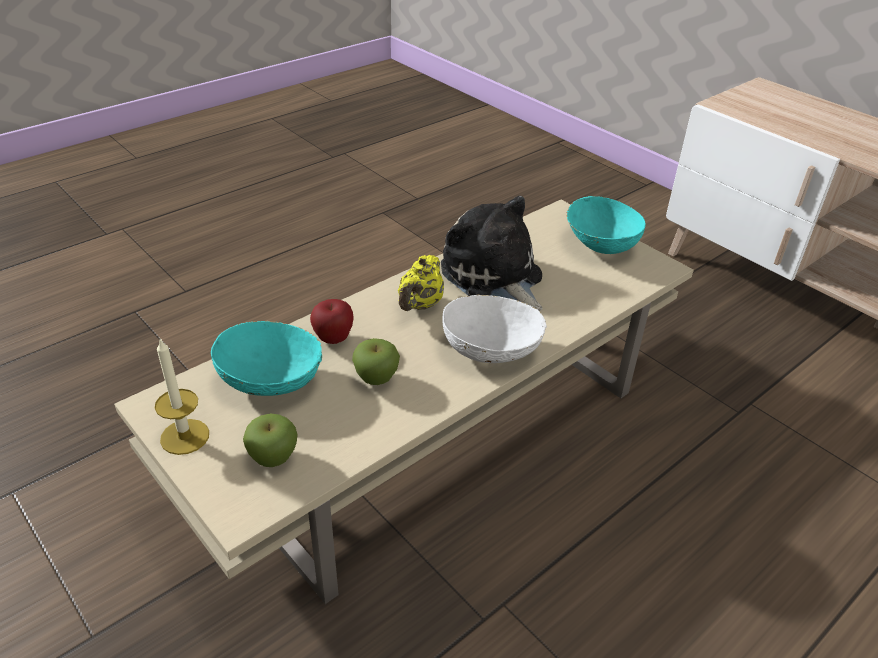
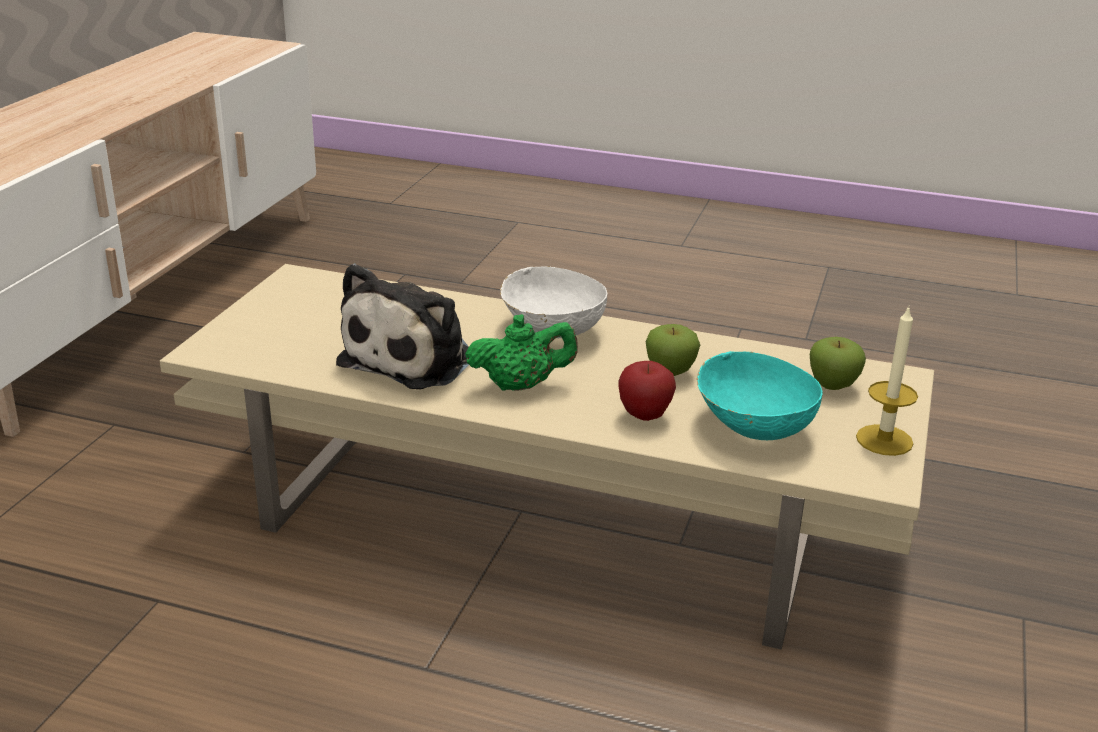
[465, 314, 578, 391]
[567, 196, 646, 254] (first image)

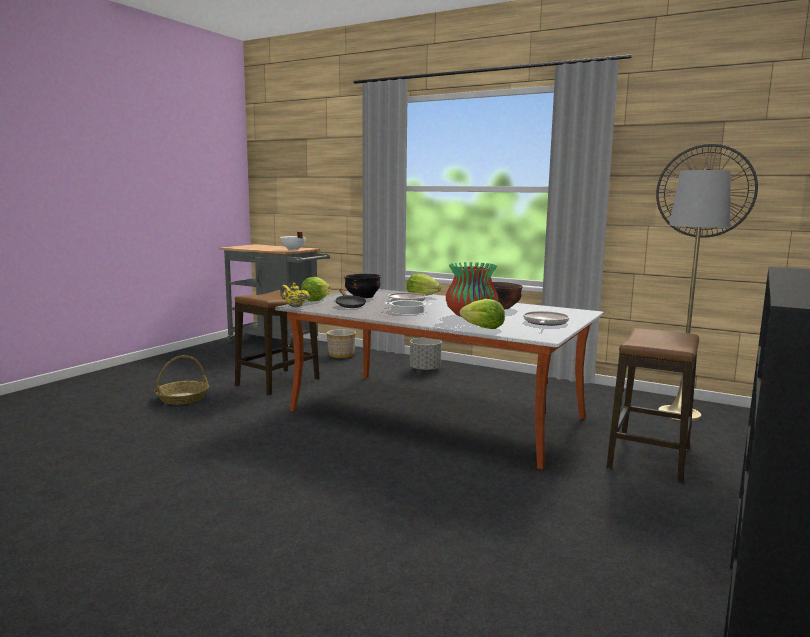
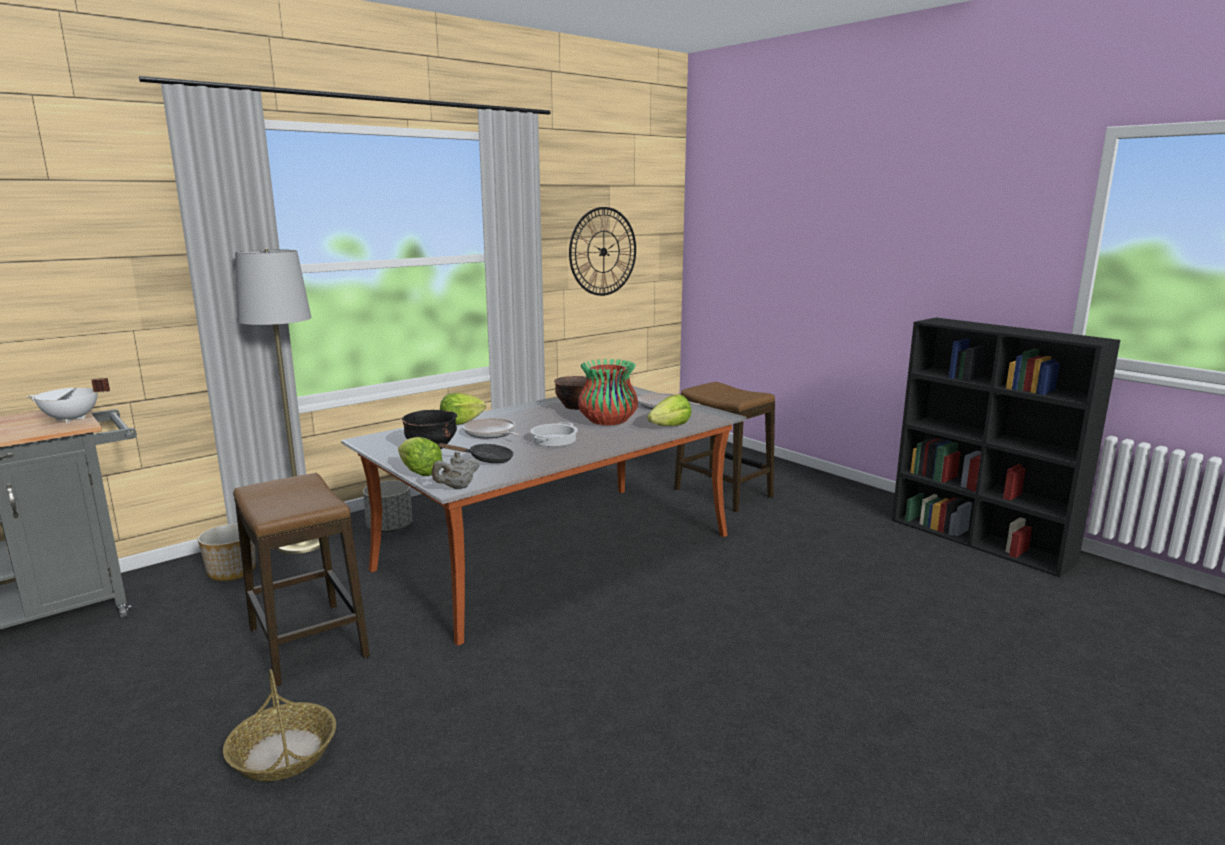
[235, 249, 320, 554]
[432, 452, 480, 489]

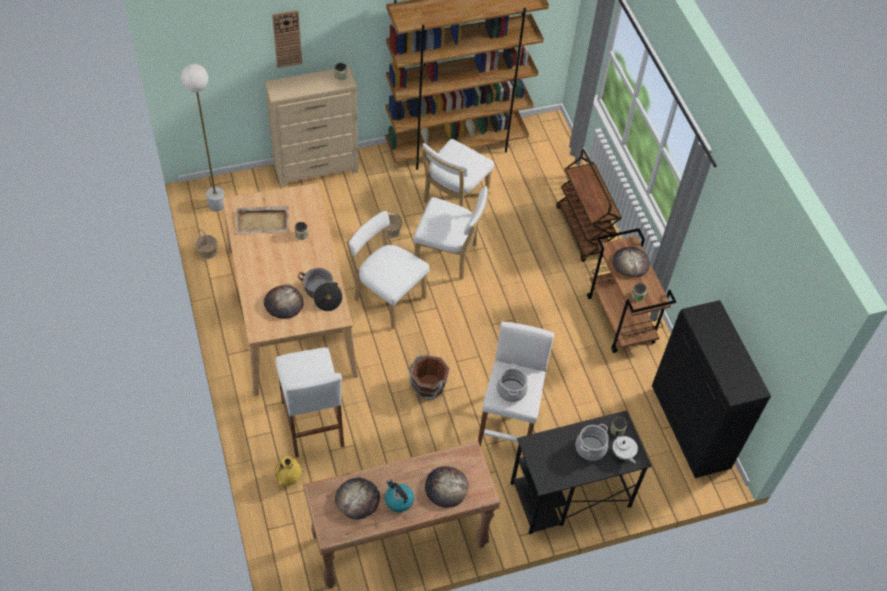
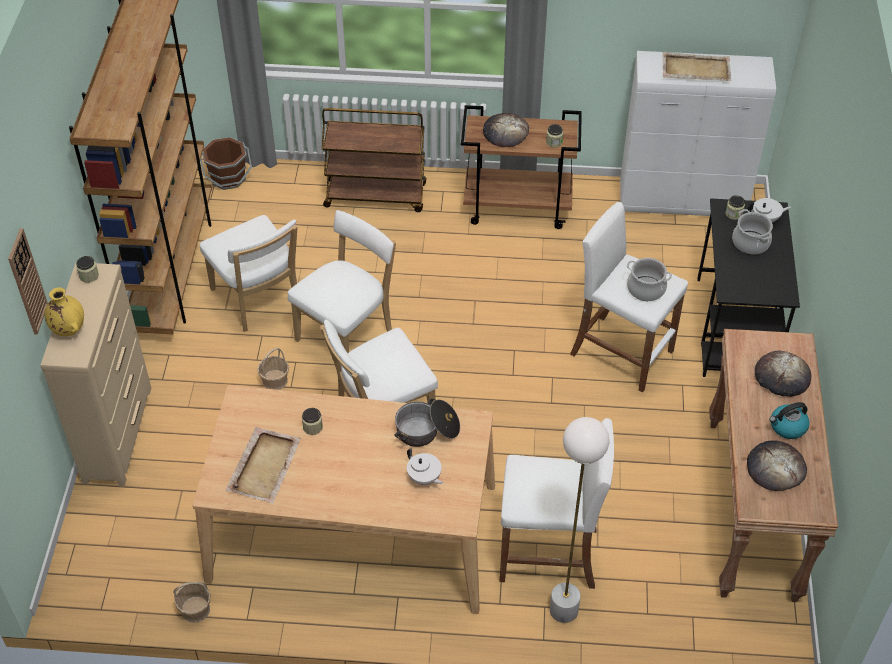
[44, 287, 84, 336]
[200, 137, 252, 190]
[407, 448, 443, 485]
[550, 417, 610, 623]
[620, 51, 776, 216]
[663, 51, 731, 81]

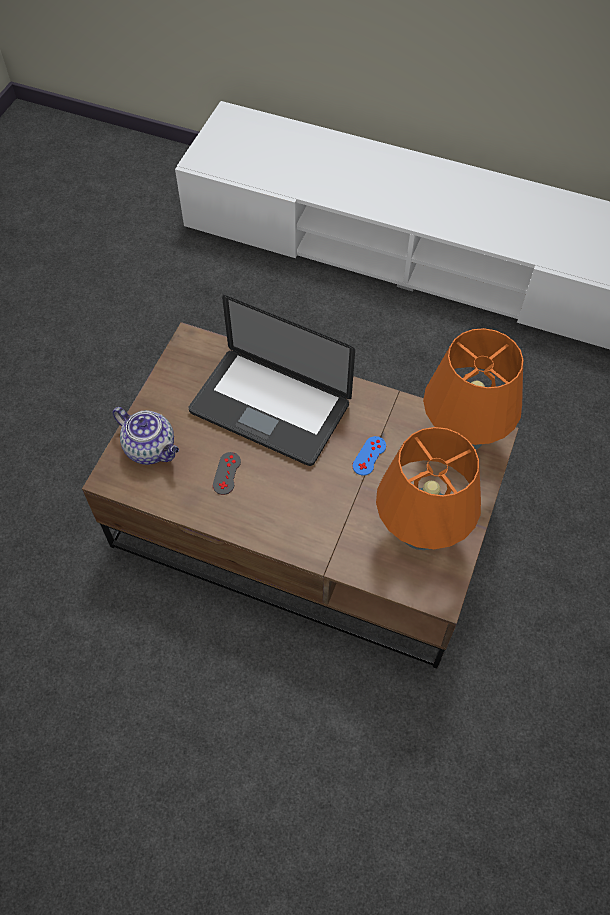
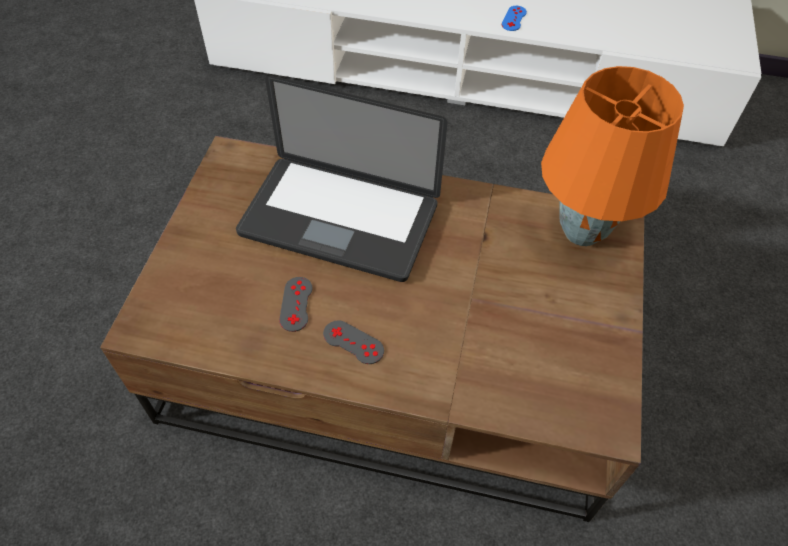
[323, 320, 384, 364]
[502, 6, 527, 31]
[113, 407, 179, 465] (first image)
[376, 427, 481, 550] (first image)

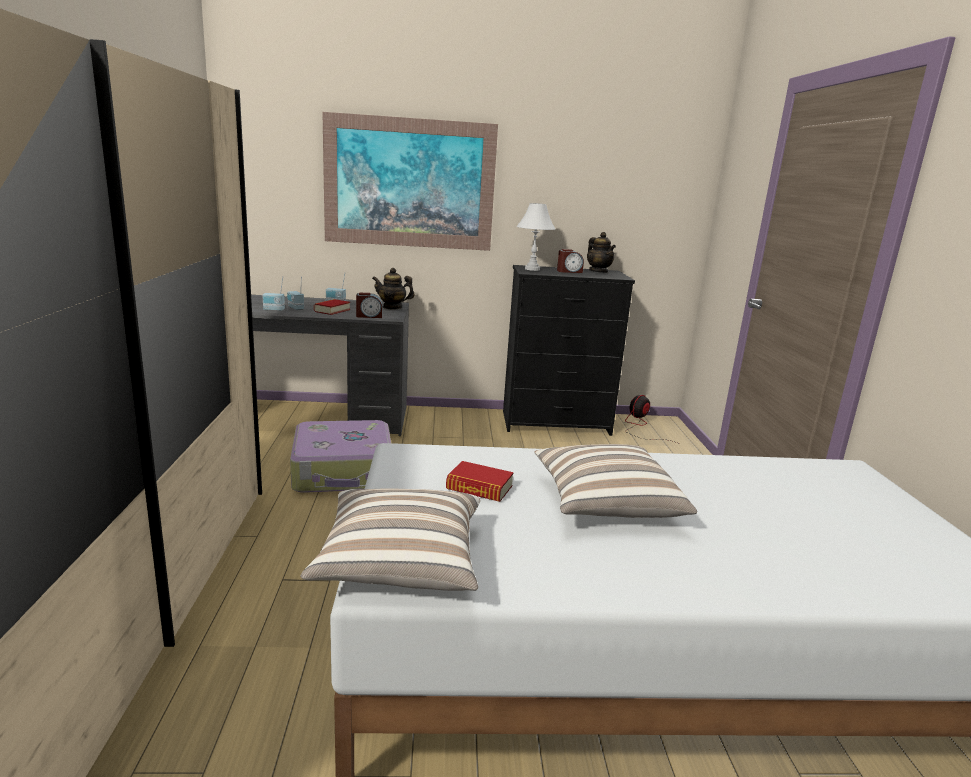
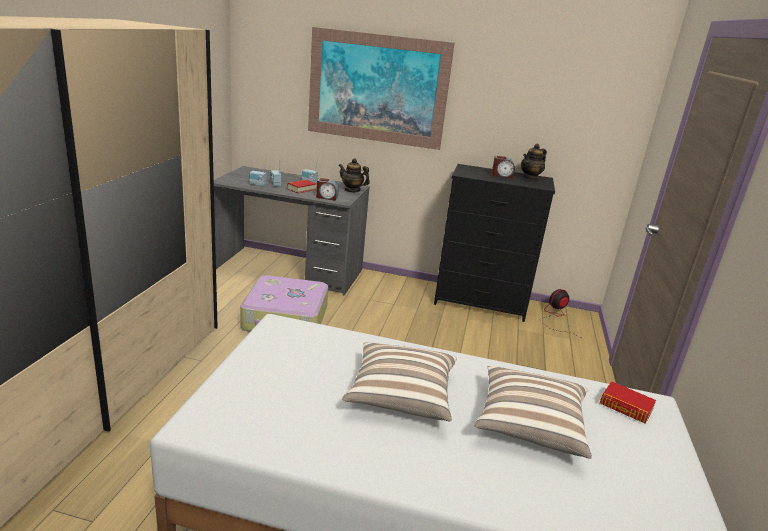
[474, 366, 592, 459]
[521, 143, 547, 180]
[600, 381, 656, 424]
[517, 203, 555, 271] (first image)

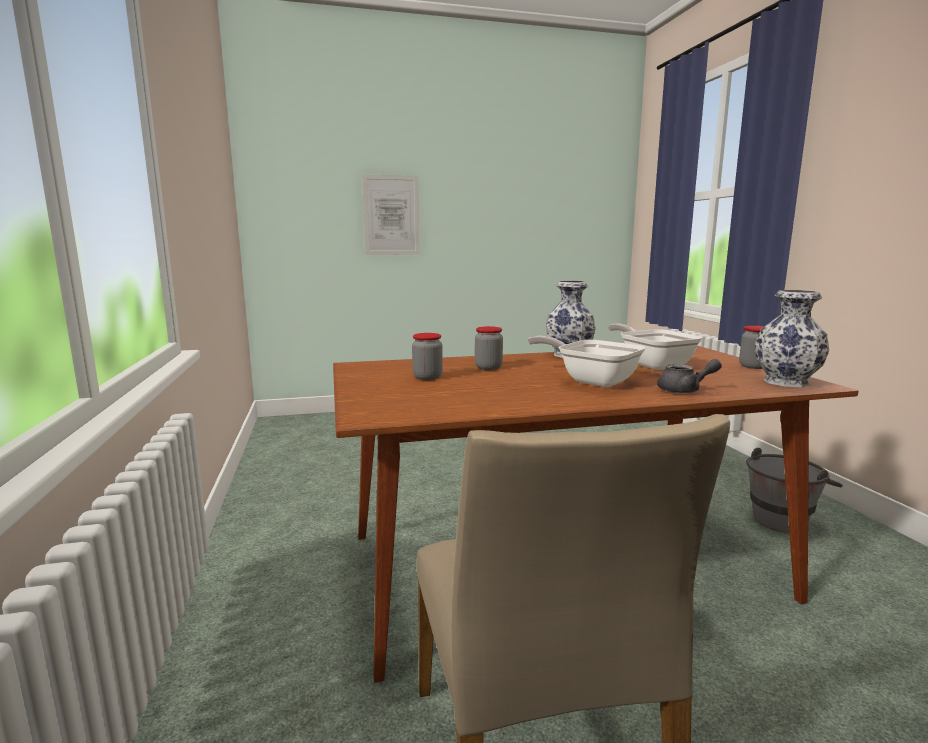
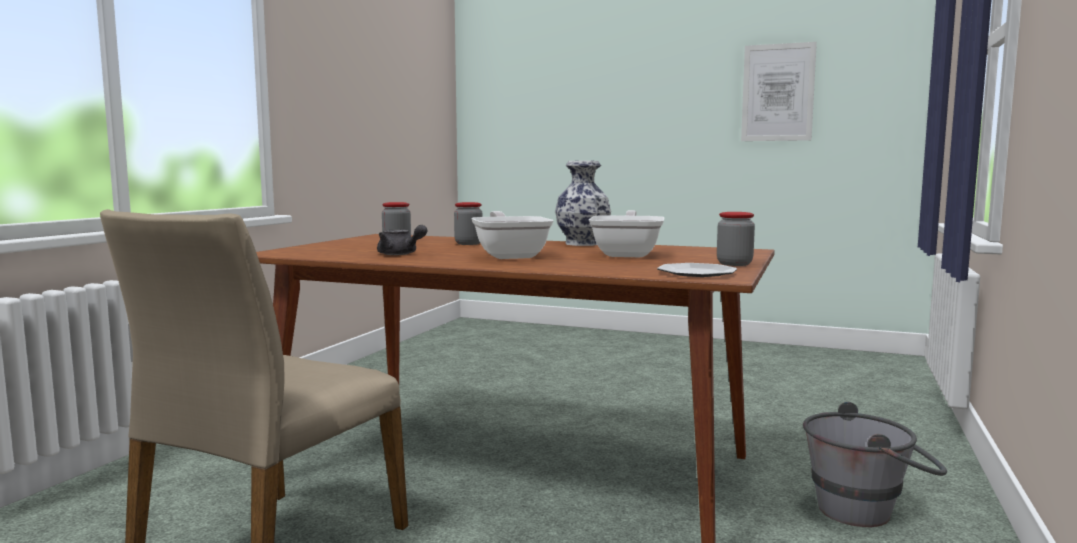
[377, 225, 427, 255]
[657, 263, 737, 277]
[741, 42, 817, 141]

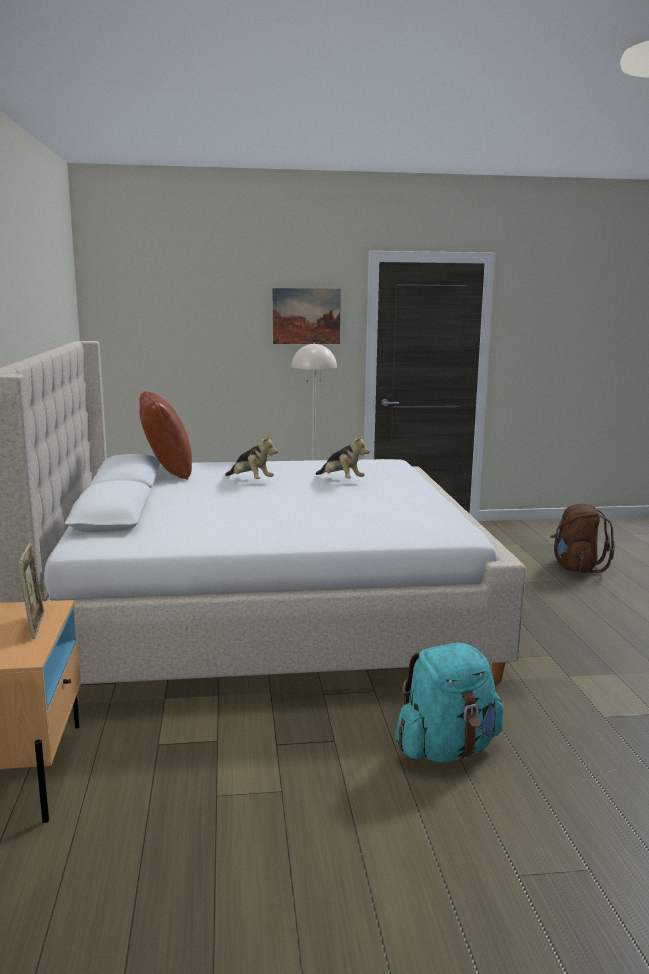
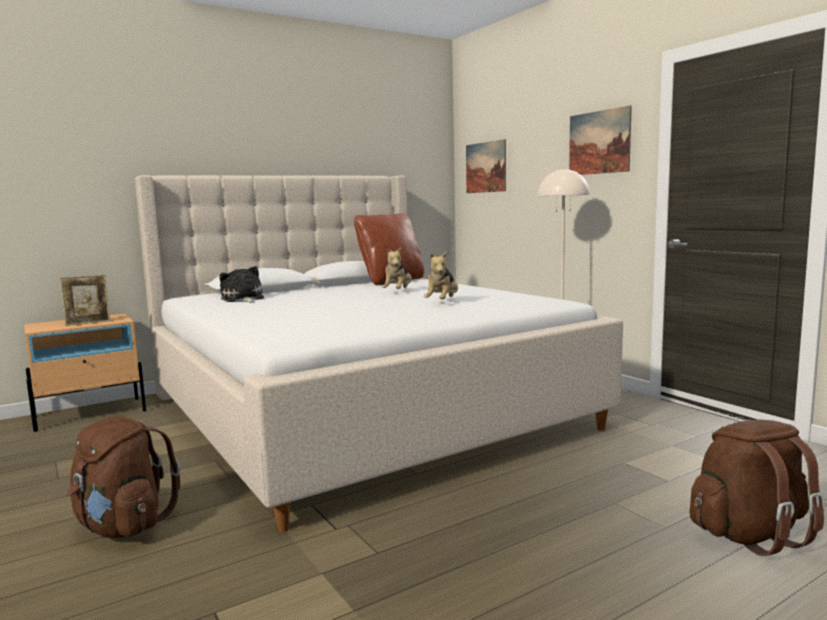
[65, 416, 180, 538]
[220, 266, 264, 303]
[466, 139, 506, 193]

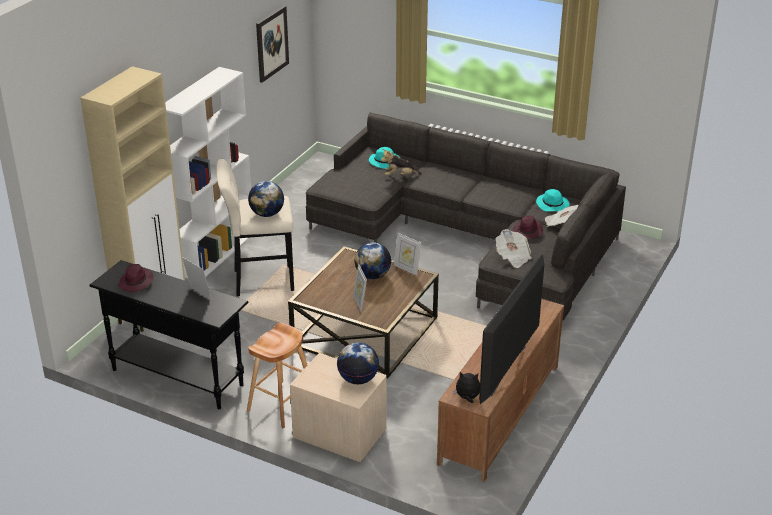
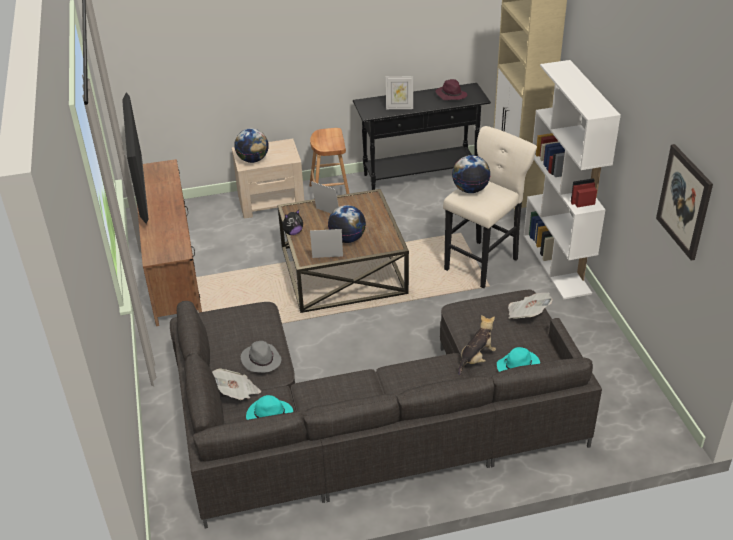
[241, 341, 281, 373]
[281, 210, 303, 235]
[508, 293, 552, 319]

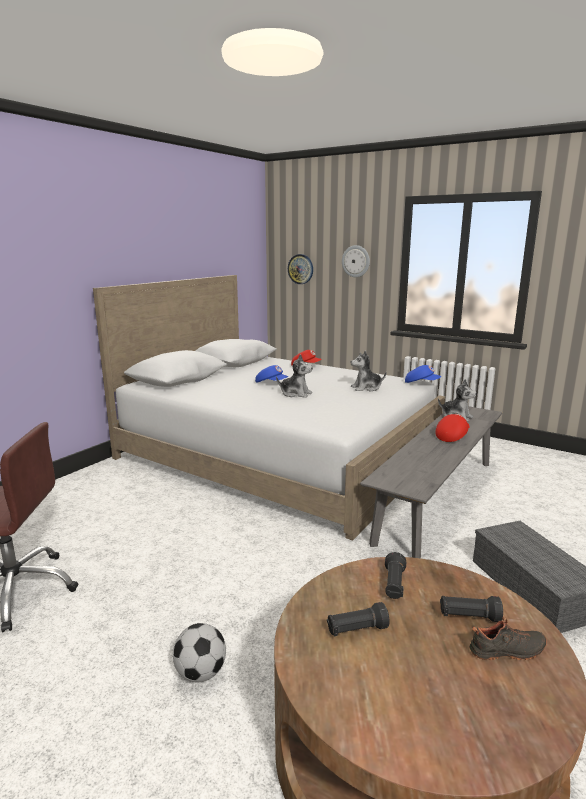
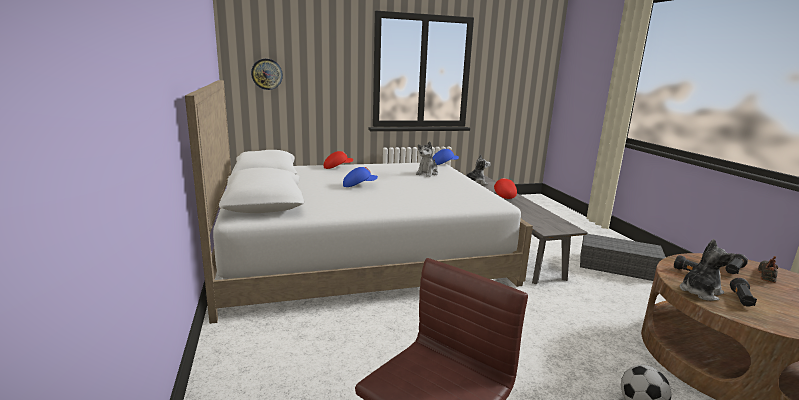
[680, 239, 735, 301]
[342, 245, 370, 277] (first image)

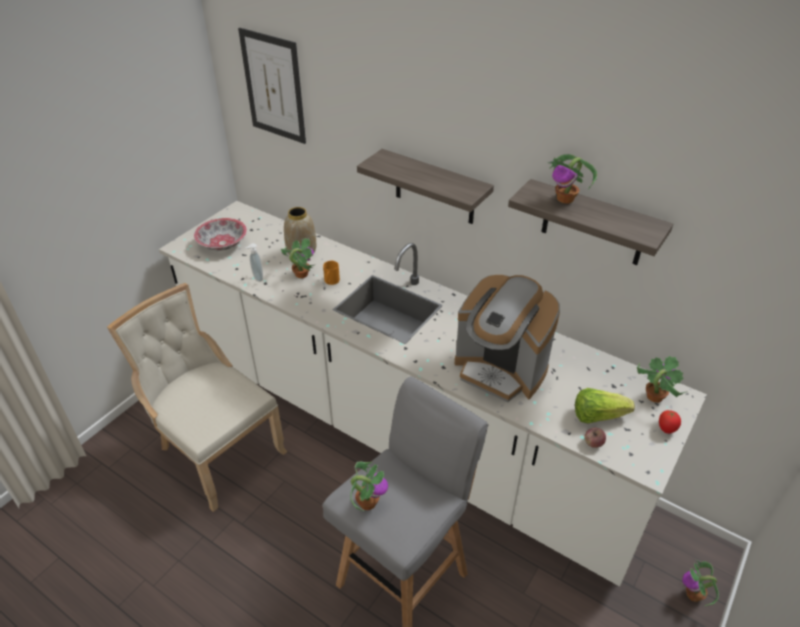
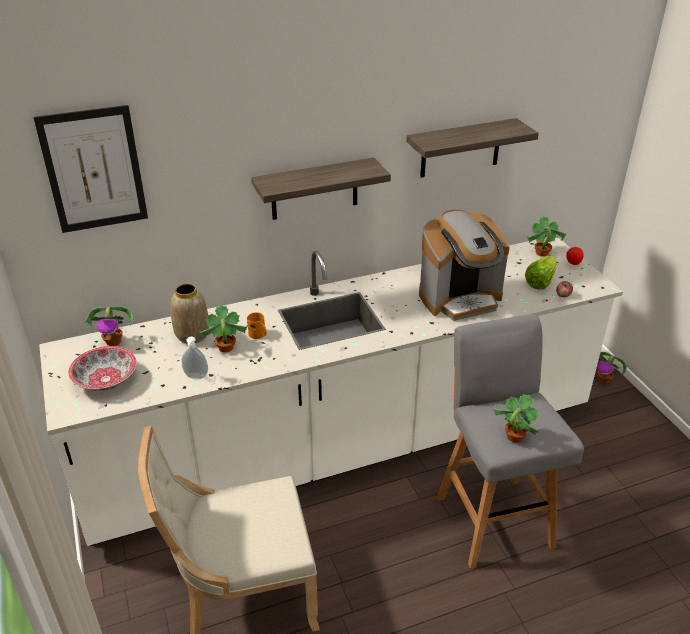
[83, 306, 134, 346]

